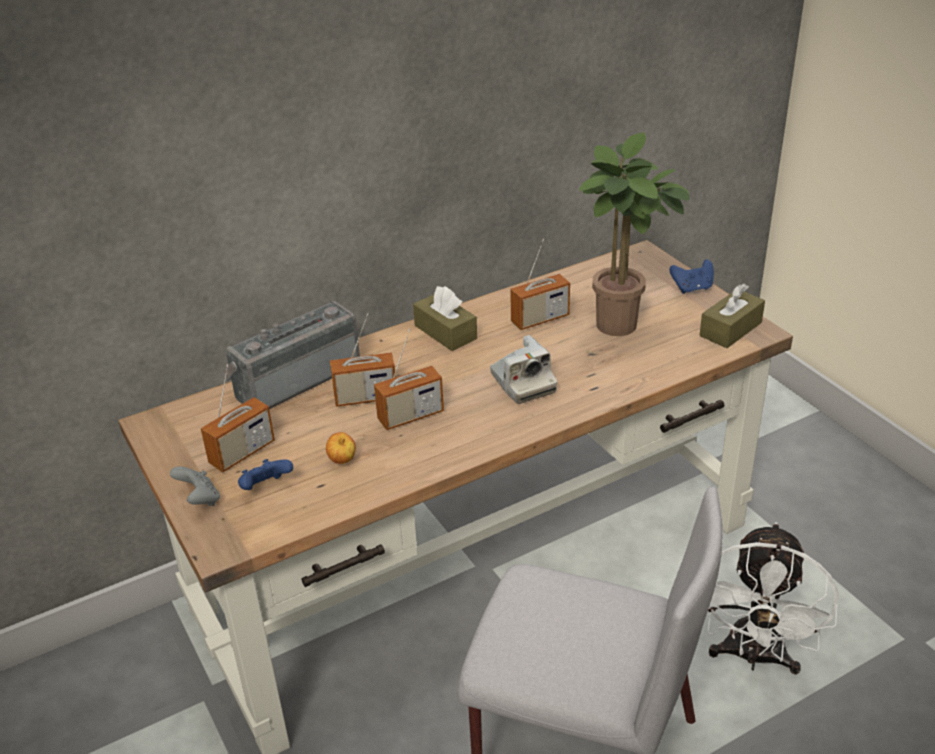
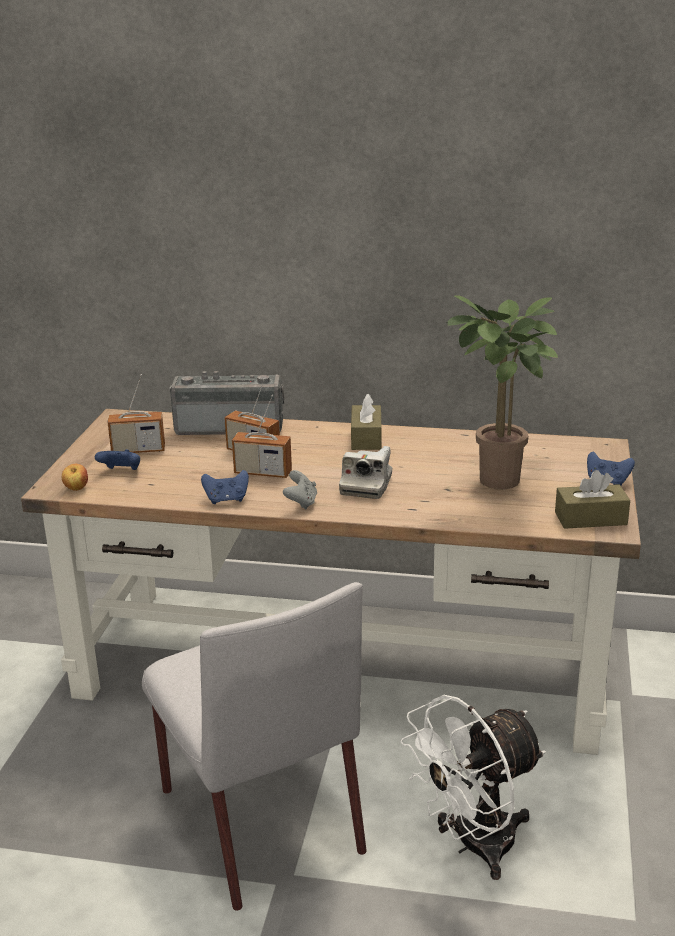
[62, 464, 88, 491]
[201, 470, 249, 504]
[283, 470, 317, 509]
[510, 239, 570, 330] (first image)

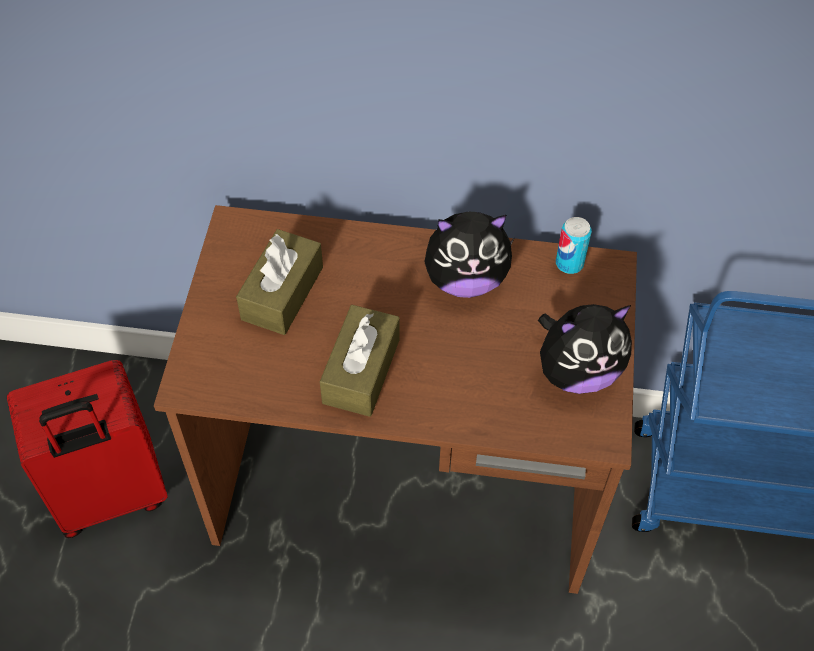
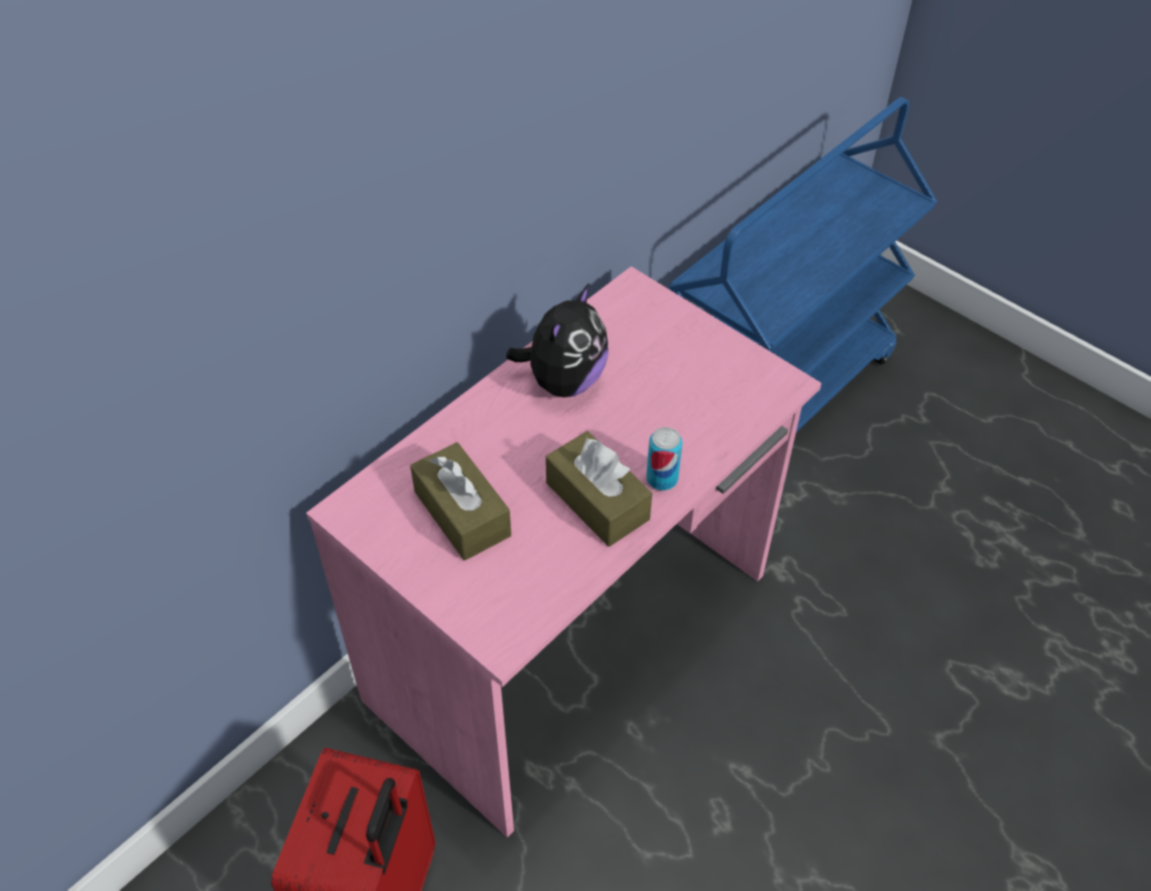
[306, 266, 822, 838]
[646, 427, 682, 490]
[538, 304, 632, 394] (first image)

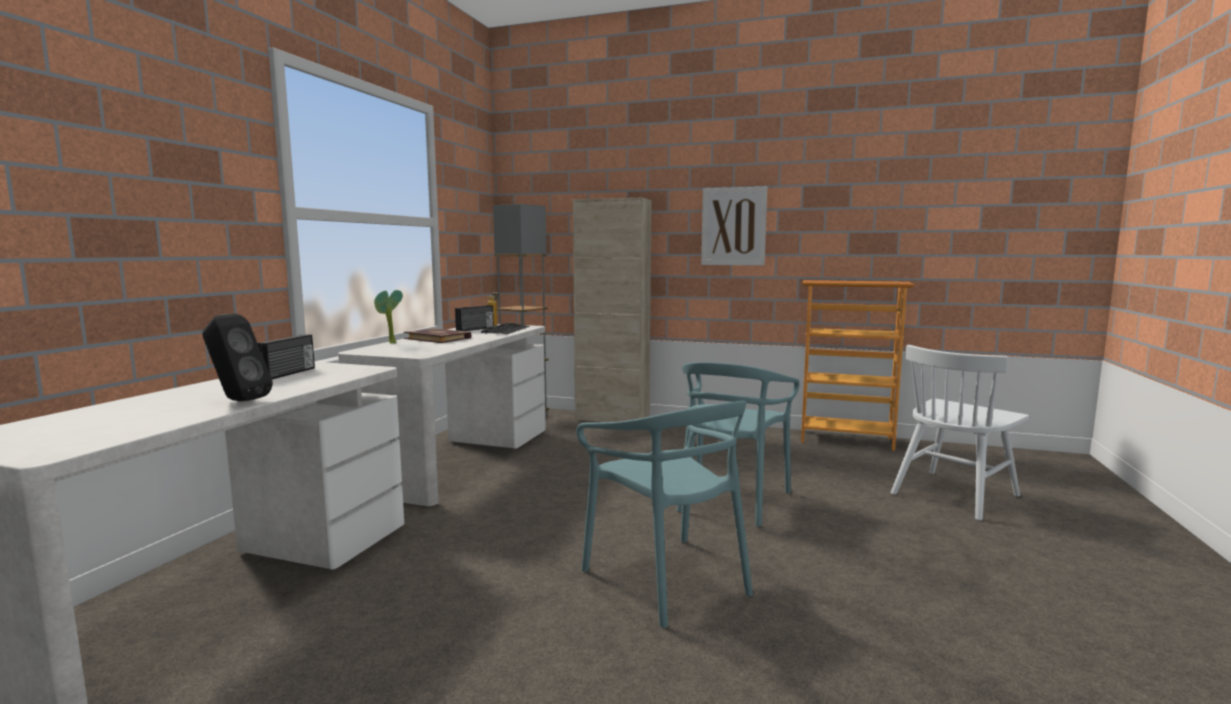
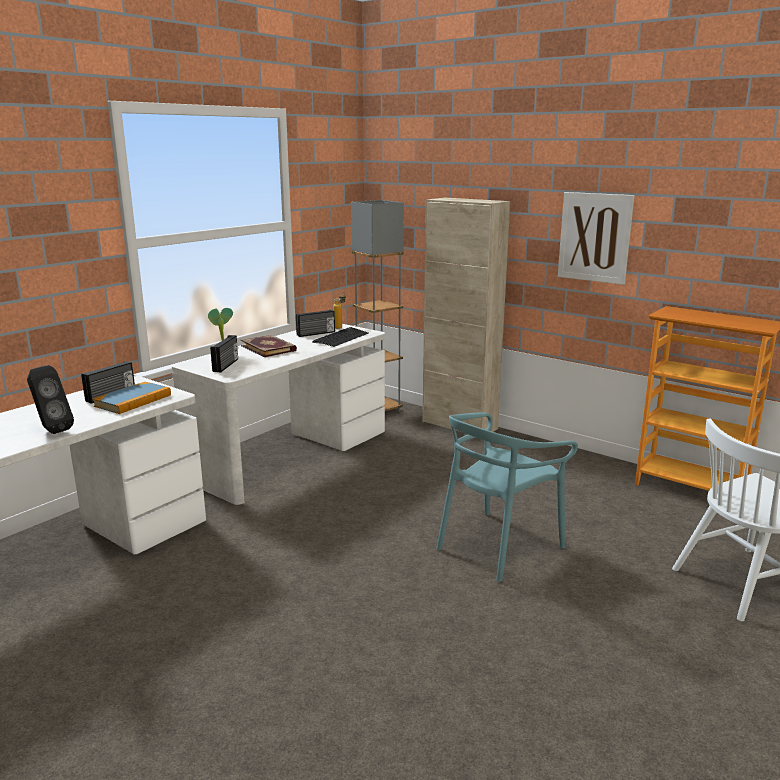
[93, 382, 171, 414]
[210, 335, 238, 372]
[576, 401, 753, 628] (first image)

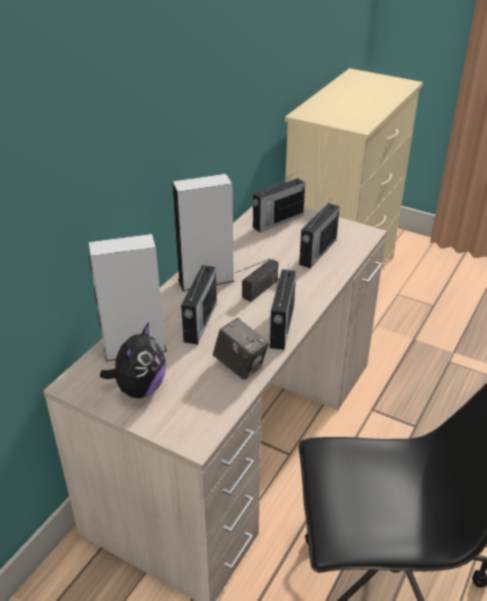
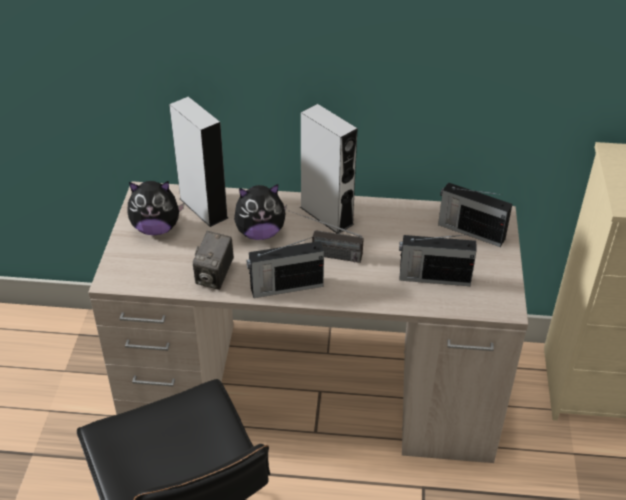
[234, 184, 287, 240]

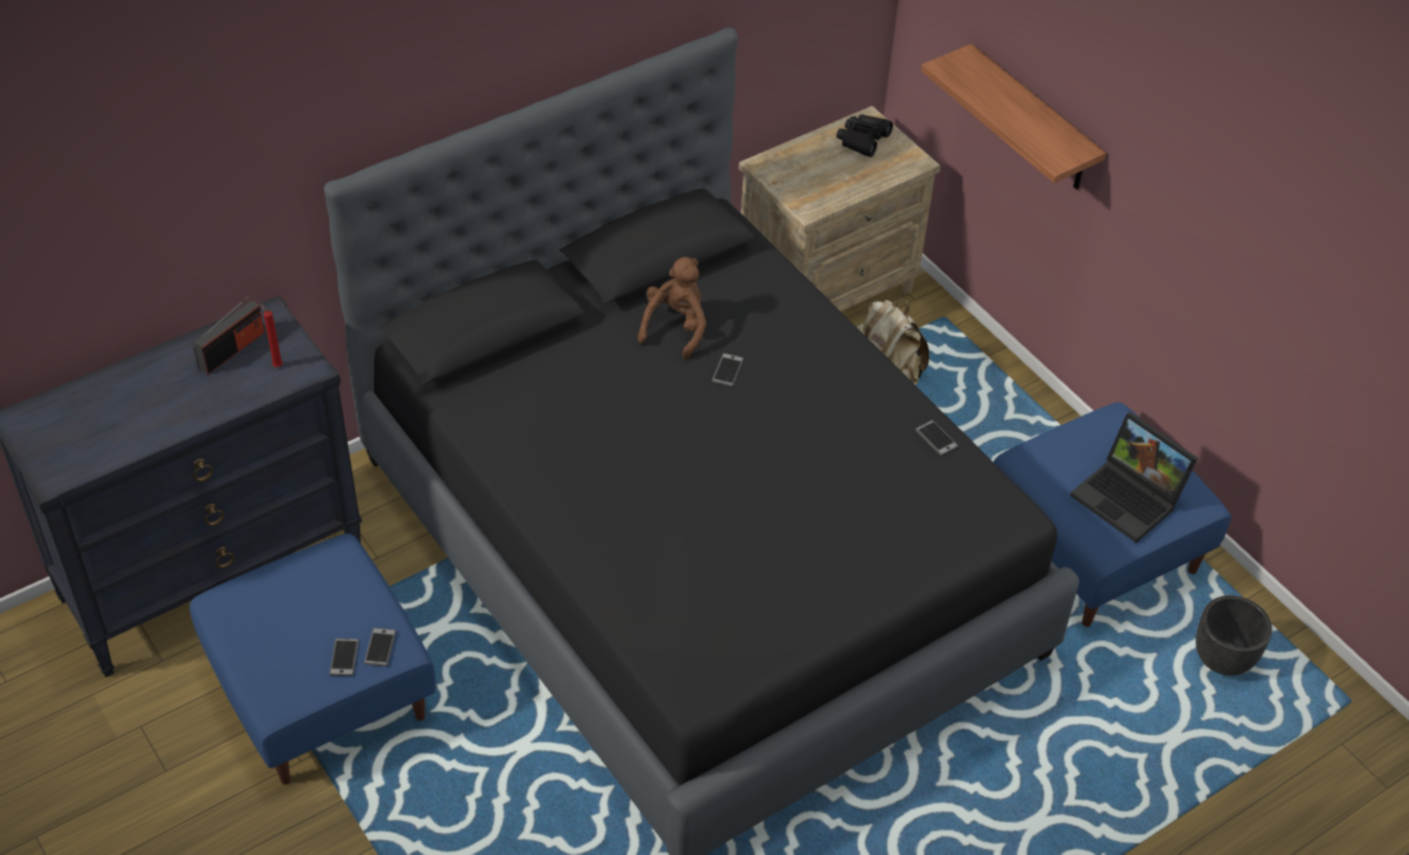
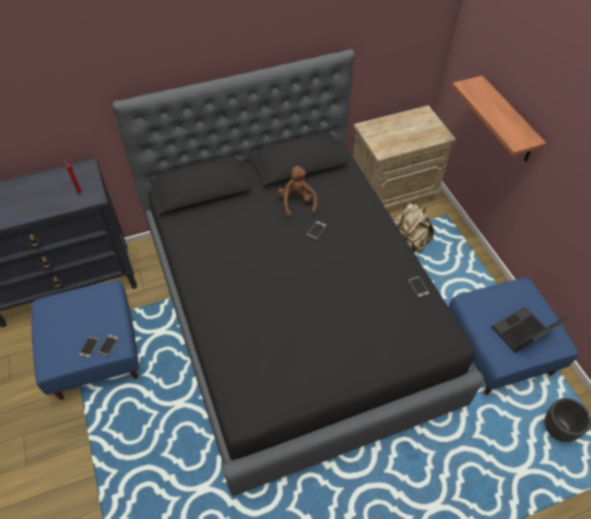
[277, 165, 317, 218]
[492, 306, 569, 353]
[193, 296, 265, 375] (first image)
[836, 114, 893, 157] (first image)

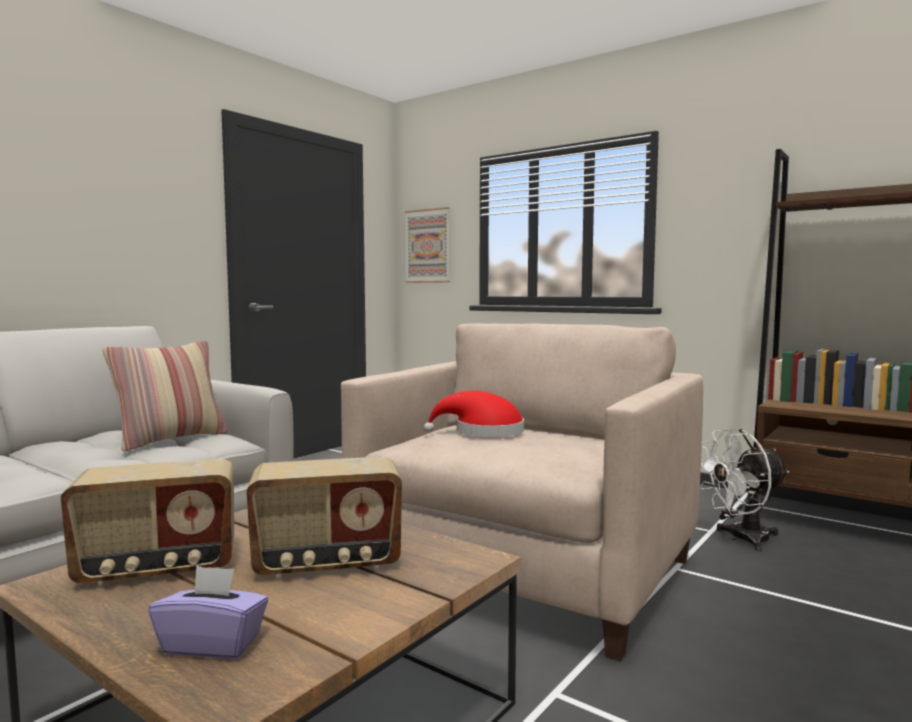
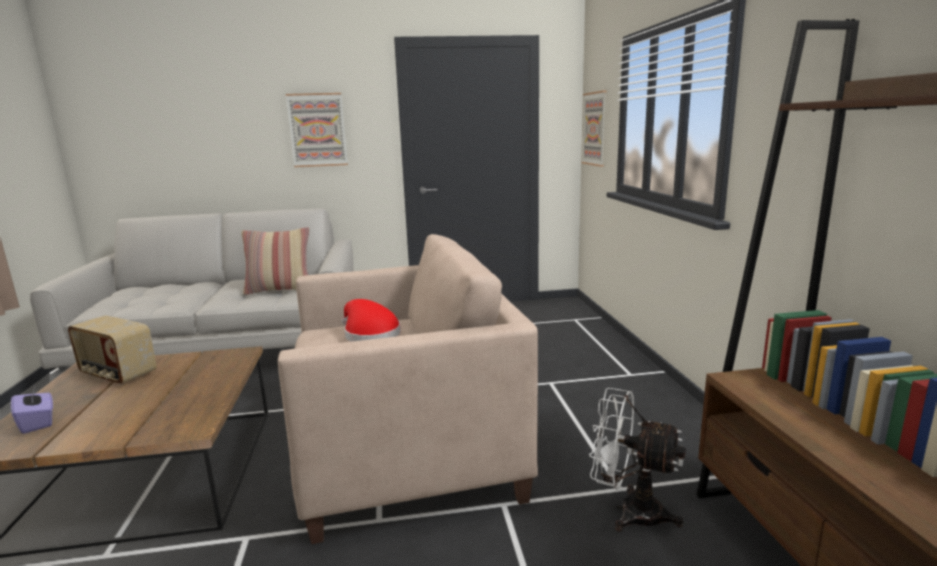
[286, 93, 348, 167]
[246, 457, 402, 579] (first image)

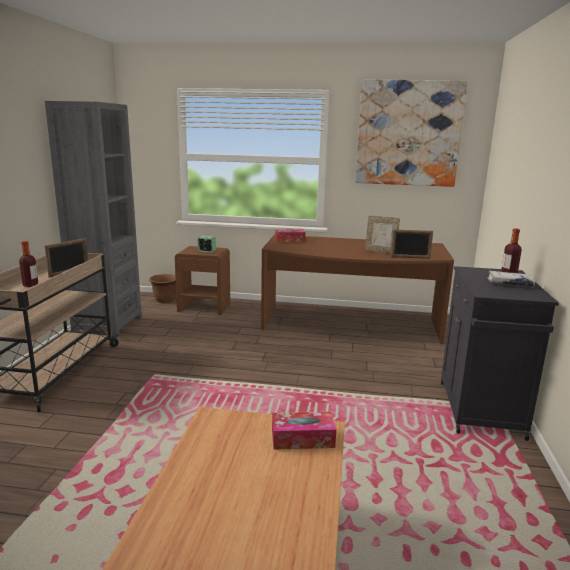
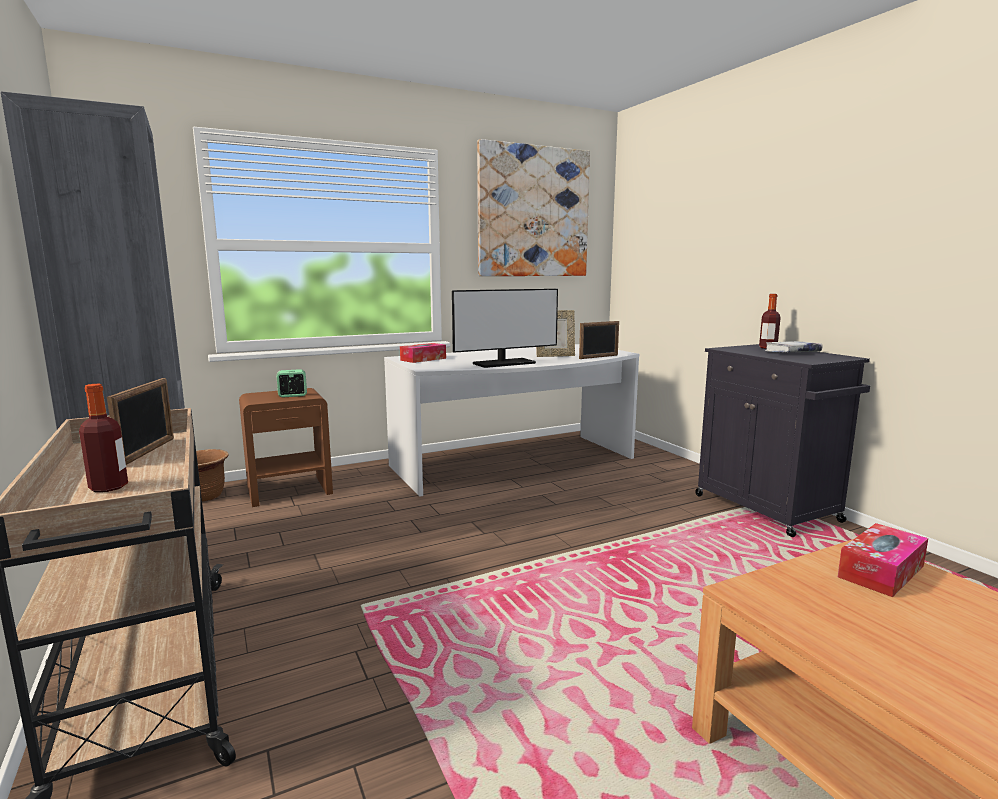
[384, 344, 639, 497]
[452, 289, 558, 368]

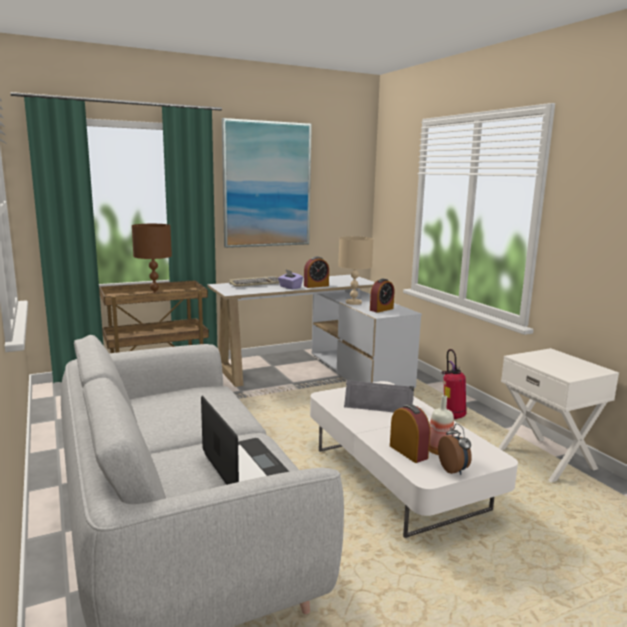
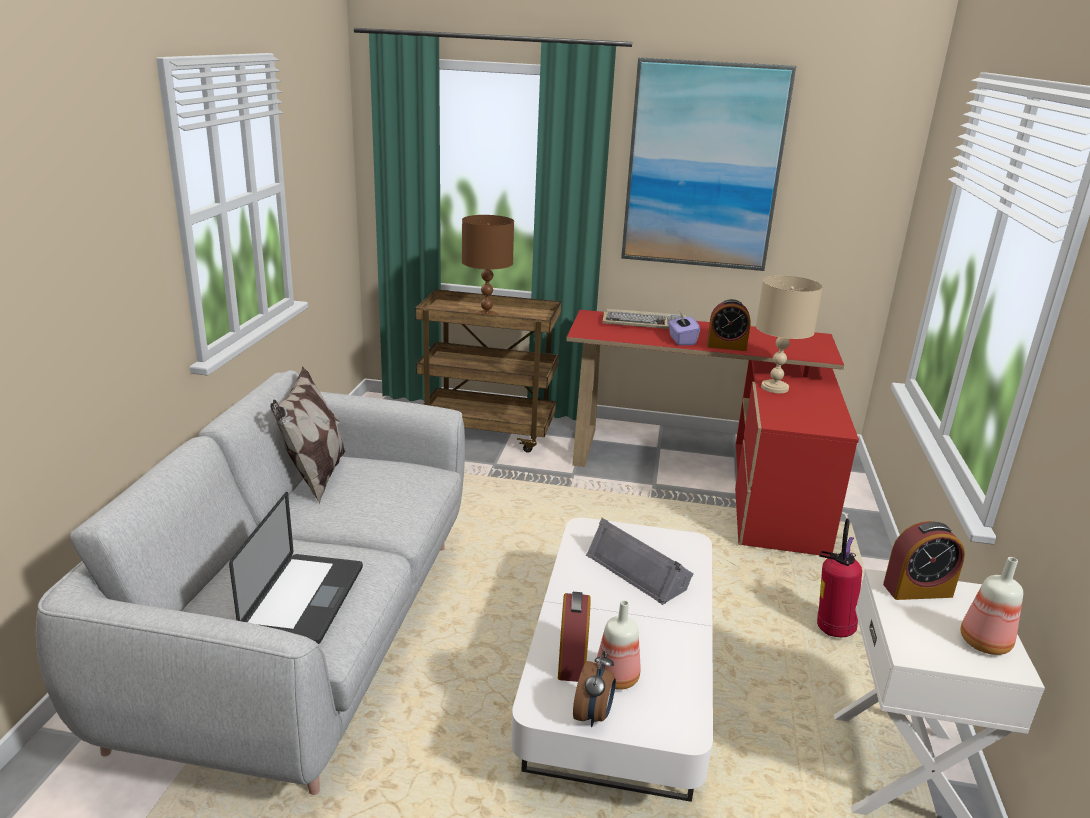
[270, 366, 345, 504]
[566, 310, 859, 556]
[883, 521, 965, 600]
[960, 557, 1023, 655]

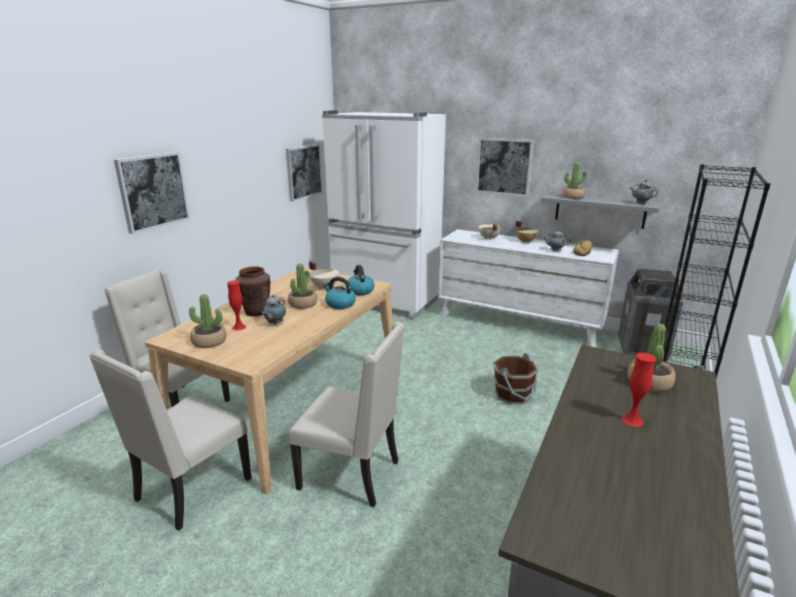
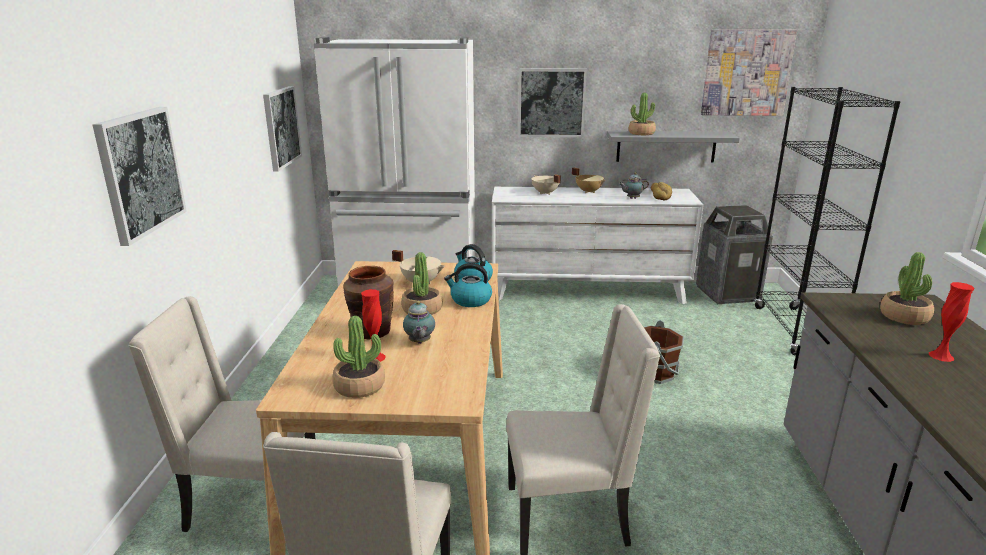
[701, 30, 797, 116]
[630, 180, 658, 205] (first image)

